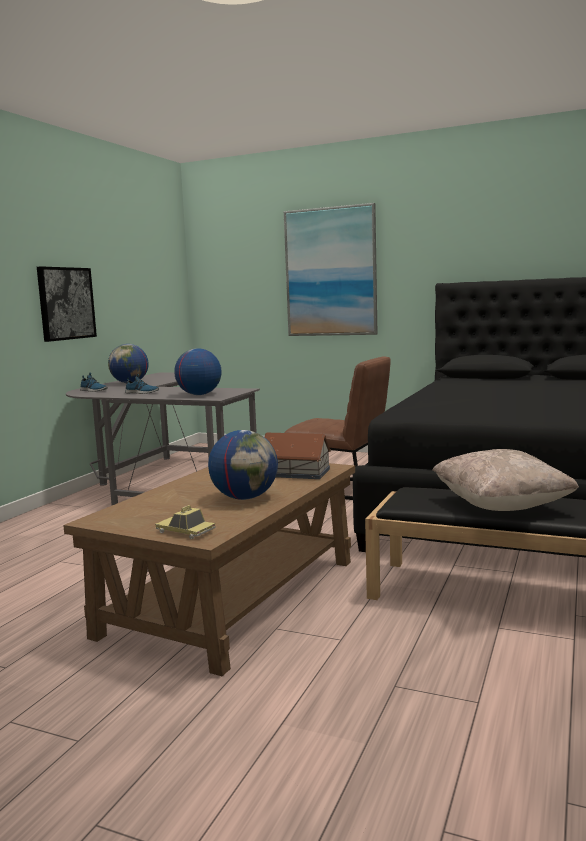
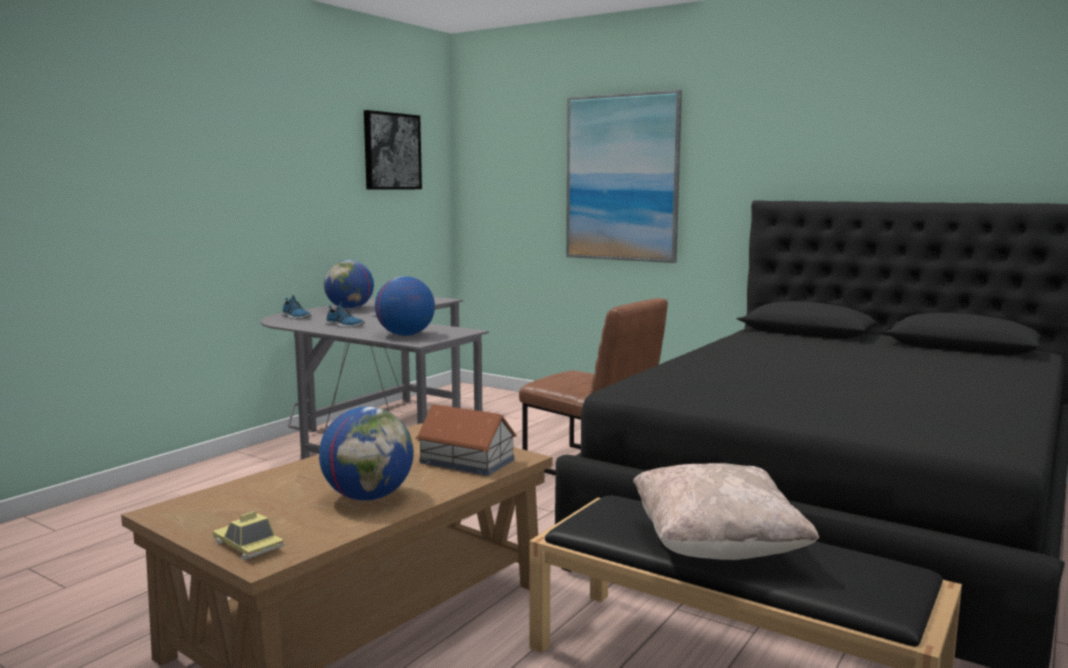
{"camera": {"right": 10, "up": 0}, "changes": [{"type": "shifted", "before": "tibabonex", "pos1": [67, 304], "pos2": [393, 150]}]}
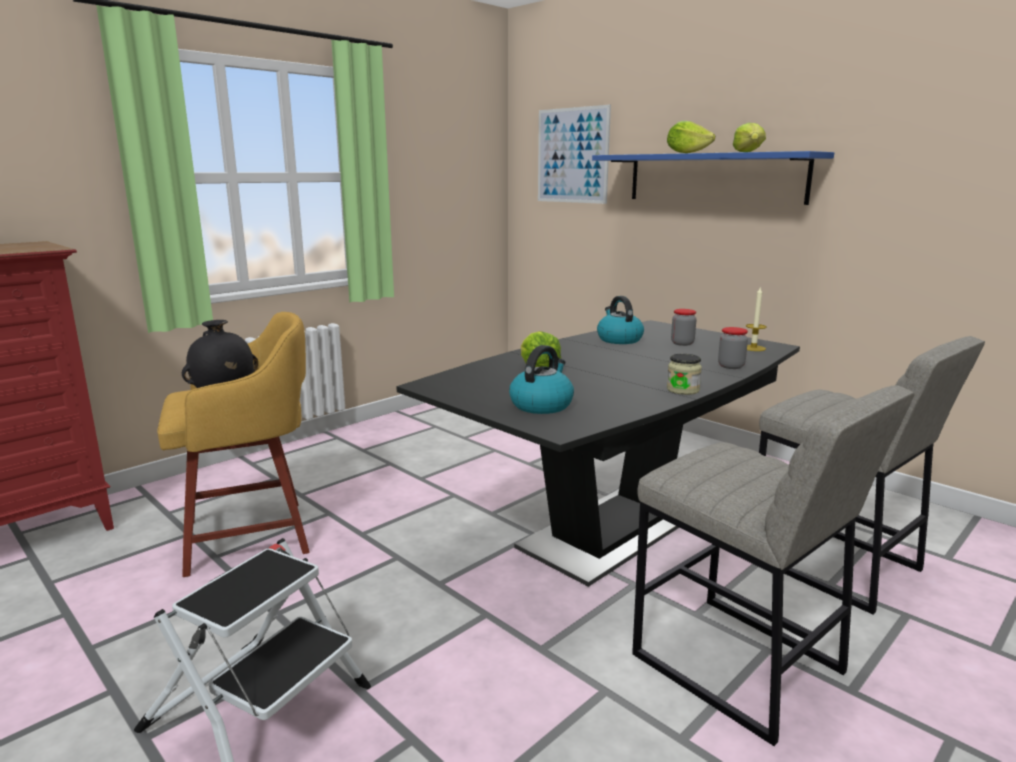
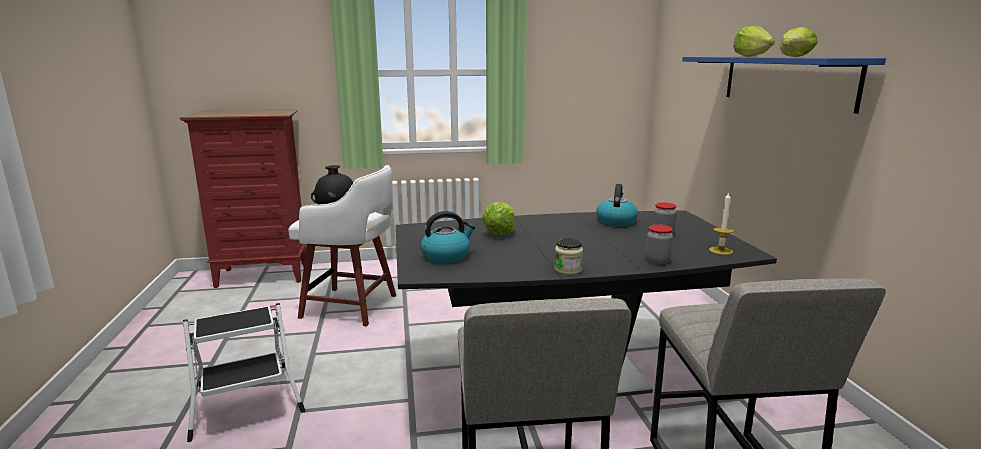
{"camera": {"right": 35, "up": 0}, "changes": [{"type": "gone", "before": "tibabonex", "pos1": [574, 154]}, {"type": "repainted", "before": "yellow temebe", "after": "white temebe", "pos1": [233, 444], "pos2": [342, 245]}]}
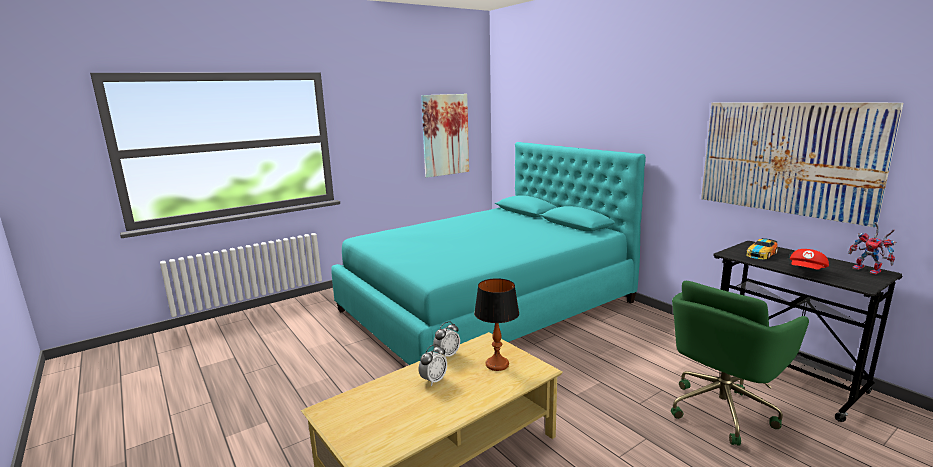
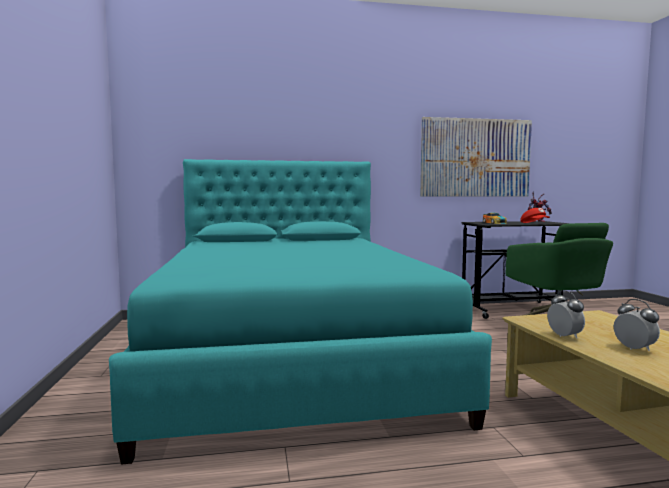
{"camera": {"right": -65, "up": -10}, "changes": [{"type": "gone", "before": "tibabonex", "pos1": [445, 136]}, {"type": "gone", "before": "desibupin", "pos1": [496, 324]}]}
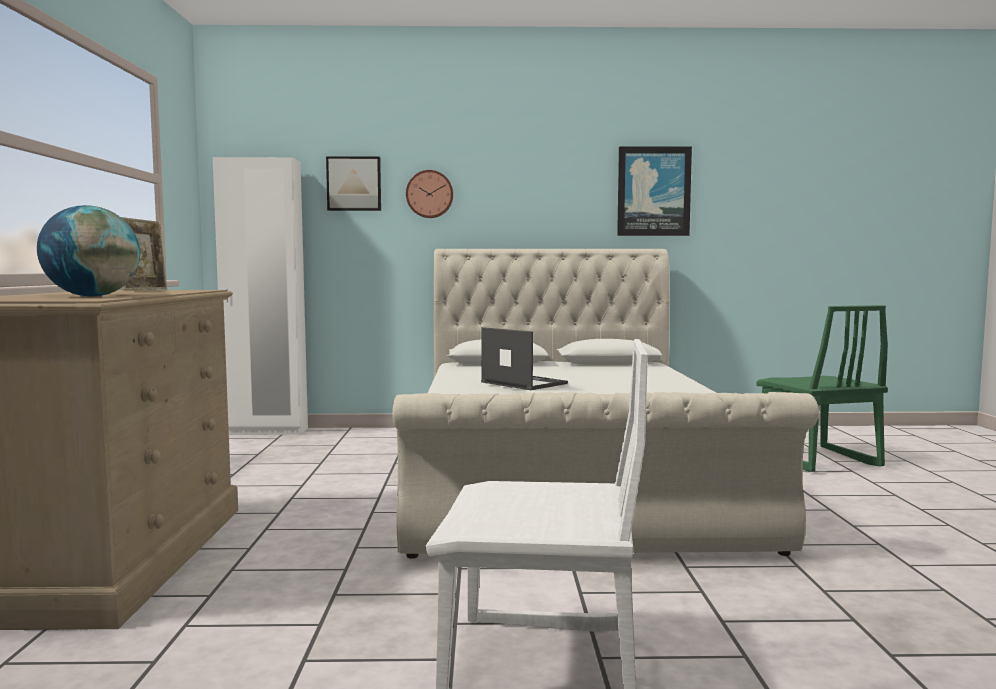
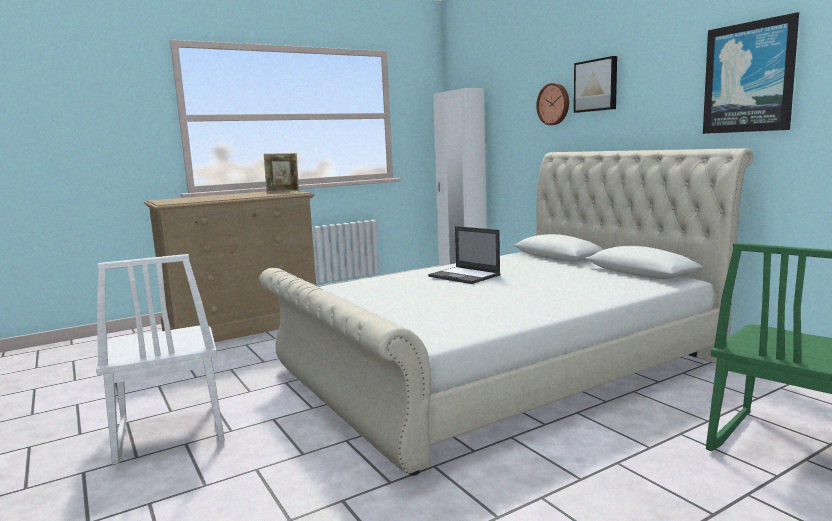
{"camera": {"right": 60, "up": 5}, "changes": [{"type": "gone", "before": "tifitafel", "pos1": [88, 250]}, {"type": "shifted", "before": "tibabonex", "pos1": [353, 183], "pos2": [595, 84]}, {"type": "rotated", "before": "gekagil", "pos1": [524, 358], "pos2": [464, 255], "turn": 120}]}
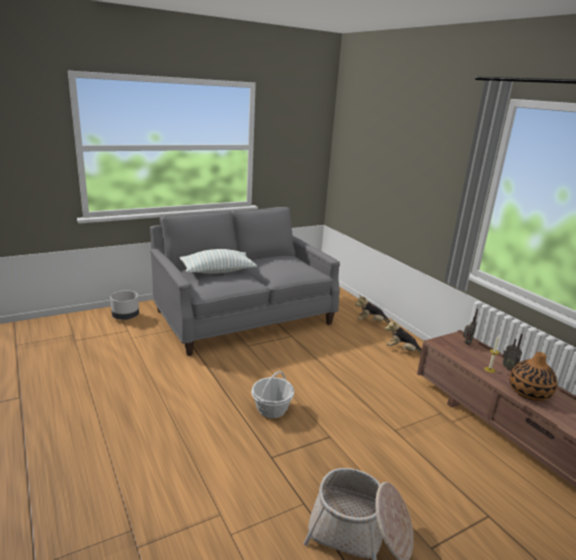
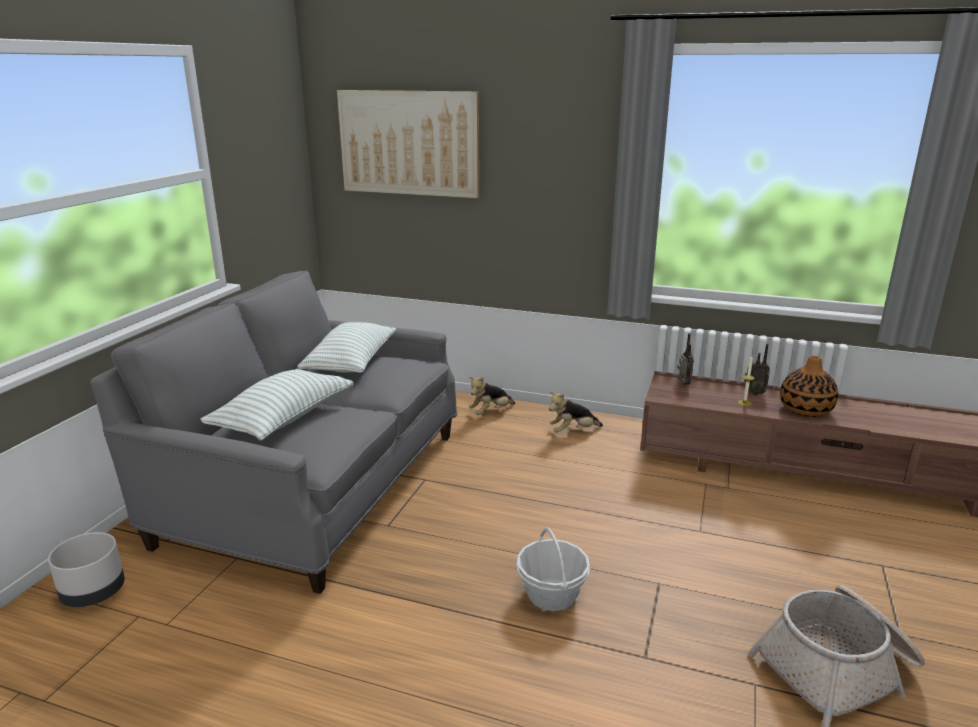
{"camera": {"right": -40, "up": 0}, "changes": [{"type": "new", "after": "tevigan", "pos2": [347, 347]}, {"type": "new", "after": "tibabonex", "pos2": [408, 144]}]}
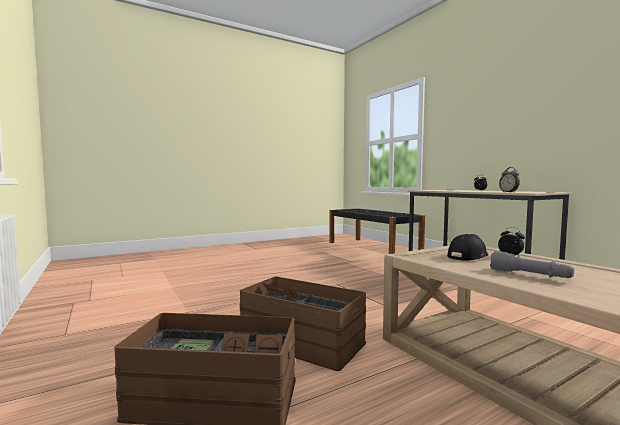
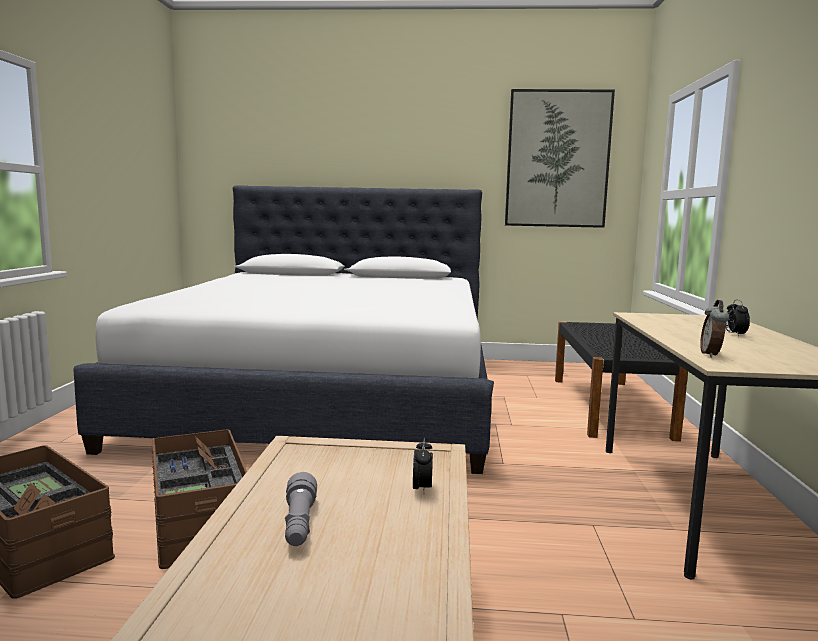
{"camera": {"right": 35, "up": 5}, "changes": [{"type": "gone", "before": "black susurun", "pos1": [467, 247]}, {"type": "new", "after": "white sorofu", "pos2": [283, 329]}, {"type": "new", "after": "tibabonex", "pos2": [560, 158]}]}
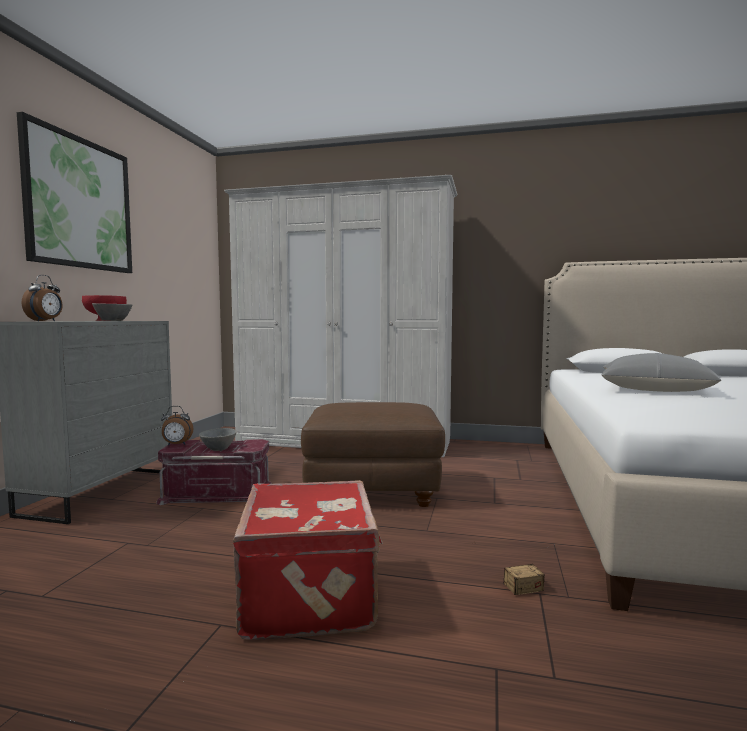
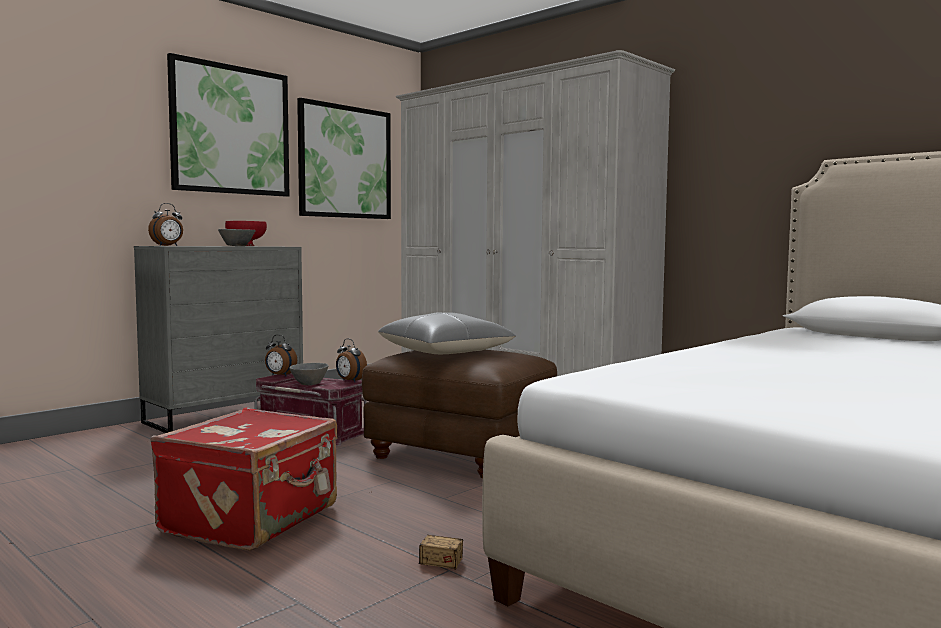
{"camera": {"right": 30, "up": 0}, "changes": [{"type": "new", "after": "tibabonex", "pos2": [344, 158]}, {"type": "new", "after": "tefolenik", "pos2": [351, 360]}, {"type": "shifted", "before": "grey tevigan", "pos1": [661, 372], "pos2": [447, 333]}]}
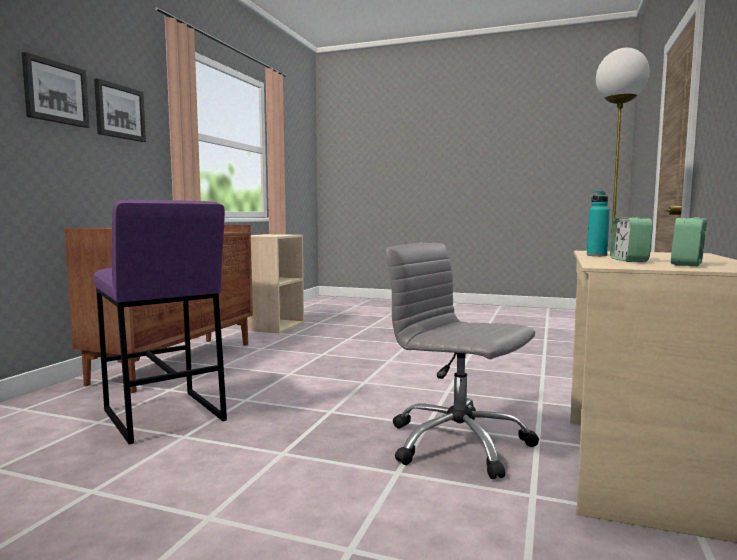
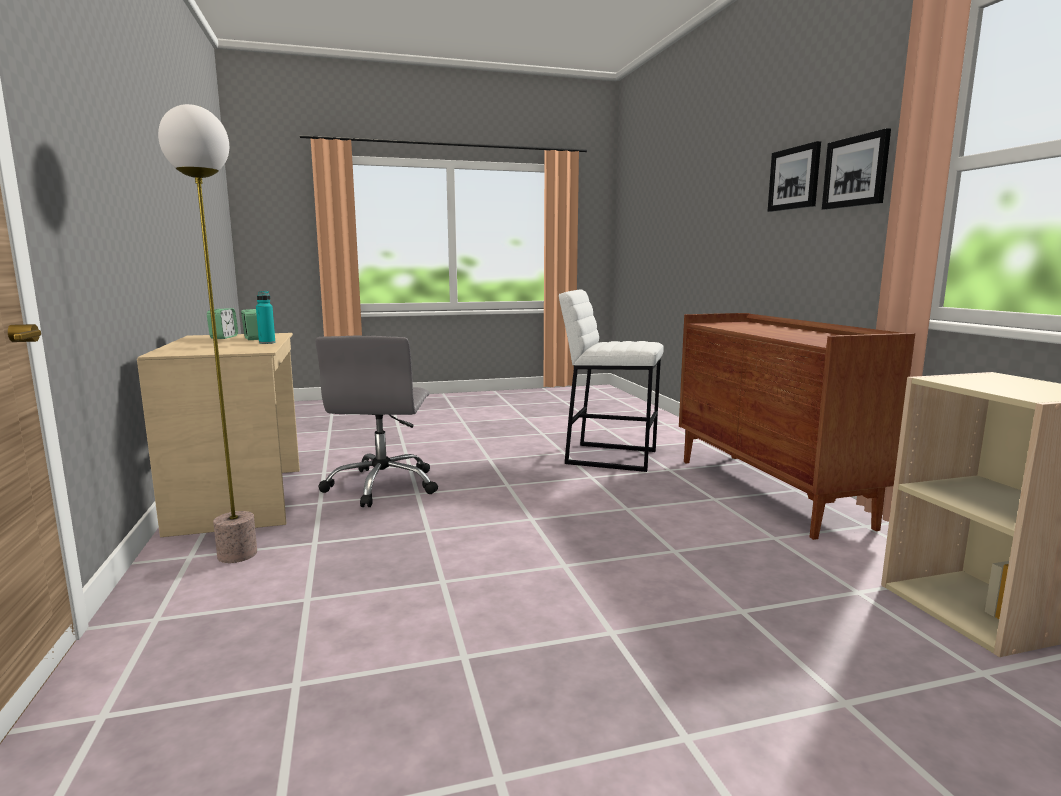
{"camera": {"right": 145, "up": 5}, "changes": [{"type": "repainted", "before": "purple temebe", "after": "white temebe", "pos1": [160, 322], "pos2": [611, 380]}, {"type": "rotated", "before": "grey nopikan", "pos1": [462, 361], "pos2": [376, 421], "turn": 90}]}
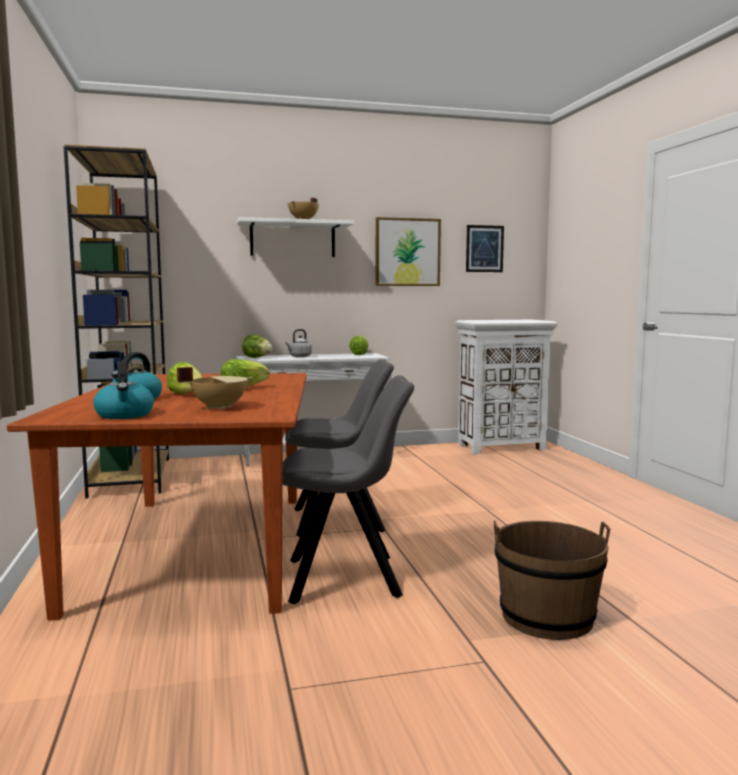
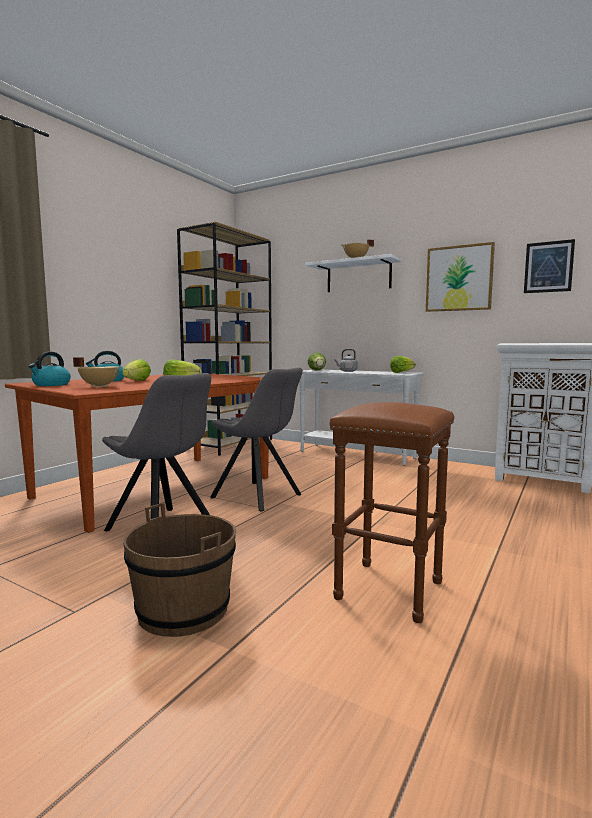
{"camera": {"right": 45, "up": 0}, "changes": [{"type": "new", "after": "brown temebe", "pos2": [392, 512]}]}
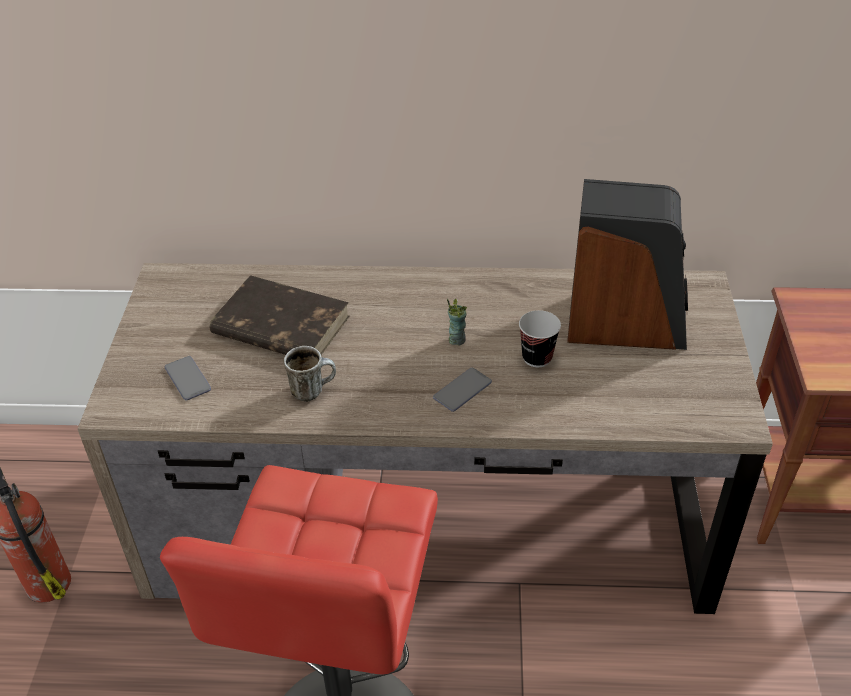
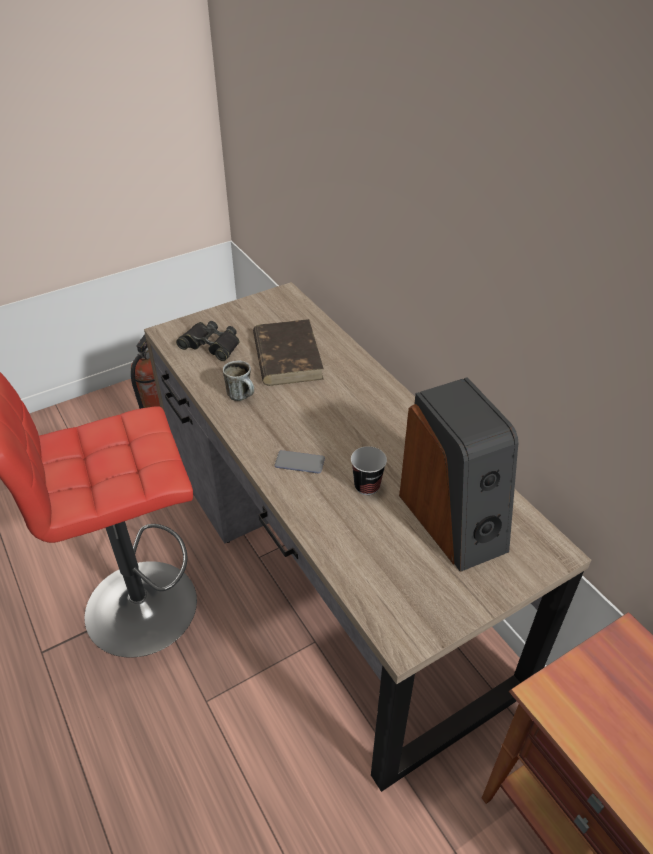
{"camera": {"right": 55, "up": 0}, "changes": [{"type": "gone", "before": "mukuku", "pos1": [457, 322]}, {"type": "swapped", "before": "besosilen", "after": "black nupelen", "pos1": [188, 378], "pos2": [208, 341]}]}
